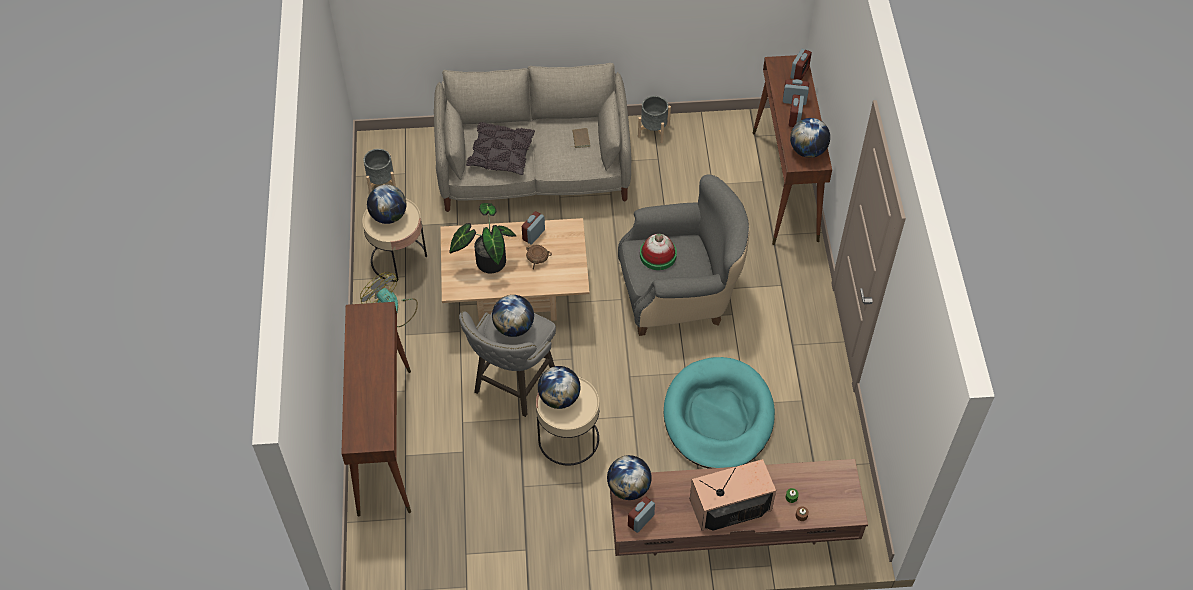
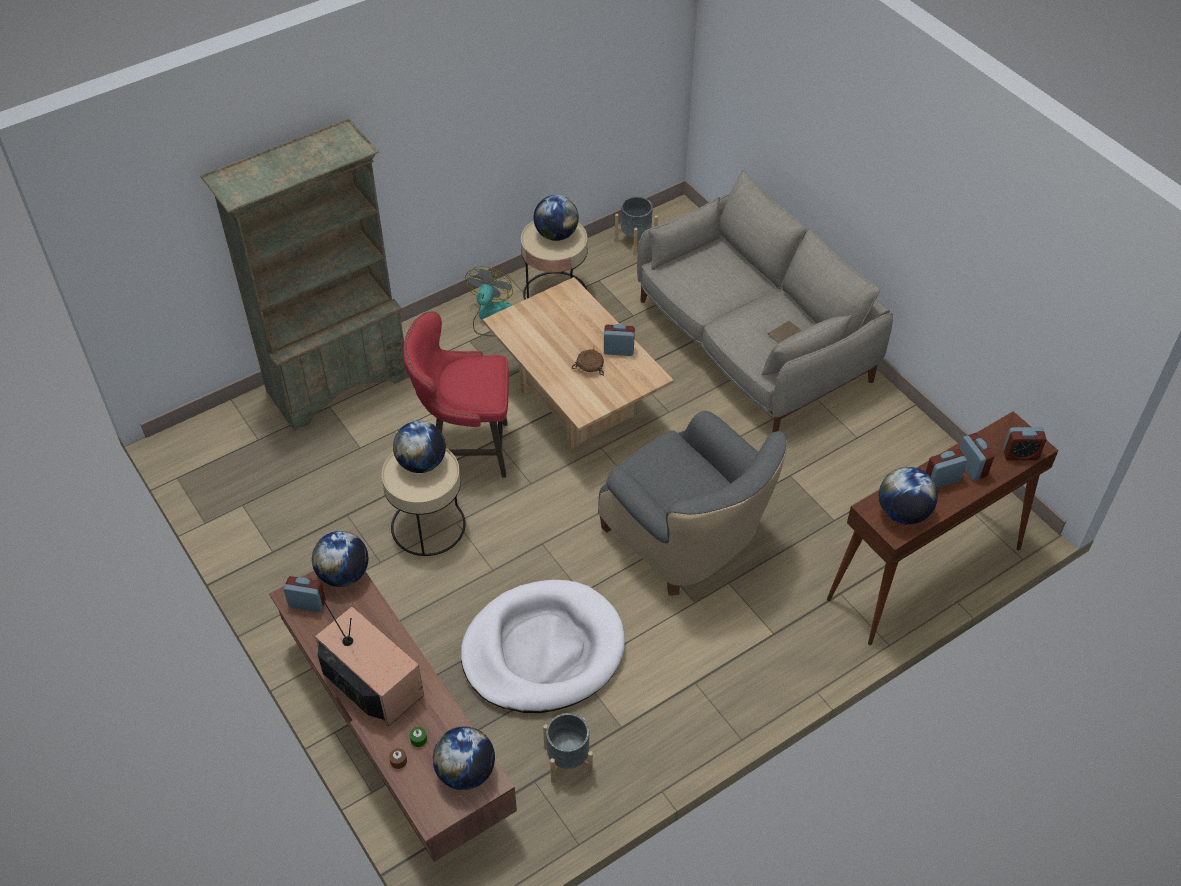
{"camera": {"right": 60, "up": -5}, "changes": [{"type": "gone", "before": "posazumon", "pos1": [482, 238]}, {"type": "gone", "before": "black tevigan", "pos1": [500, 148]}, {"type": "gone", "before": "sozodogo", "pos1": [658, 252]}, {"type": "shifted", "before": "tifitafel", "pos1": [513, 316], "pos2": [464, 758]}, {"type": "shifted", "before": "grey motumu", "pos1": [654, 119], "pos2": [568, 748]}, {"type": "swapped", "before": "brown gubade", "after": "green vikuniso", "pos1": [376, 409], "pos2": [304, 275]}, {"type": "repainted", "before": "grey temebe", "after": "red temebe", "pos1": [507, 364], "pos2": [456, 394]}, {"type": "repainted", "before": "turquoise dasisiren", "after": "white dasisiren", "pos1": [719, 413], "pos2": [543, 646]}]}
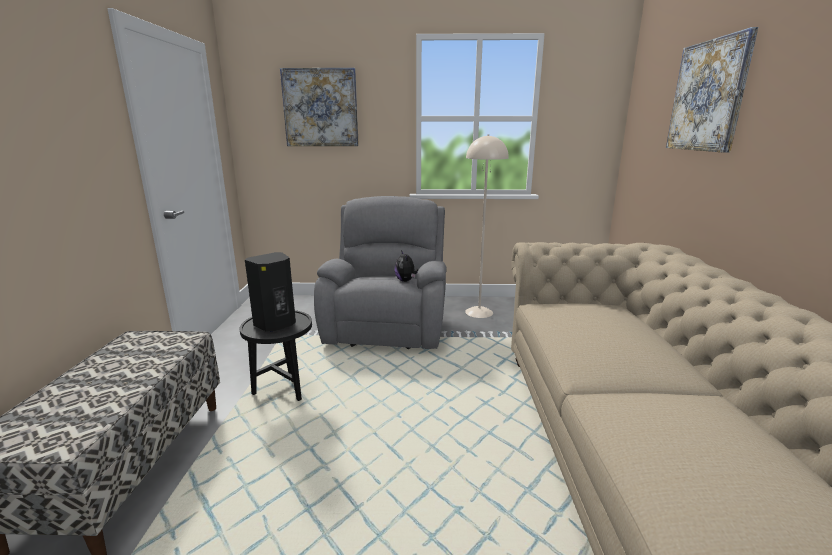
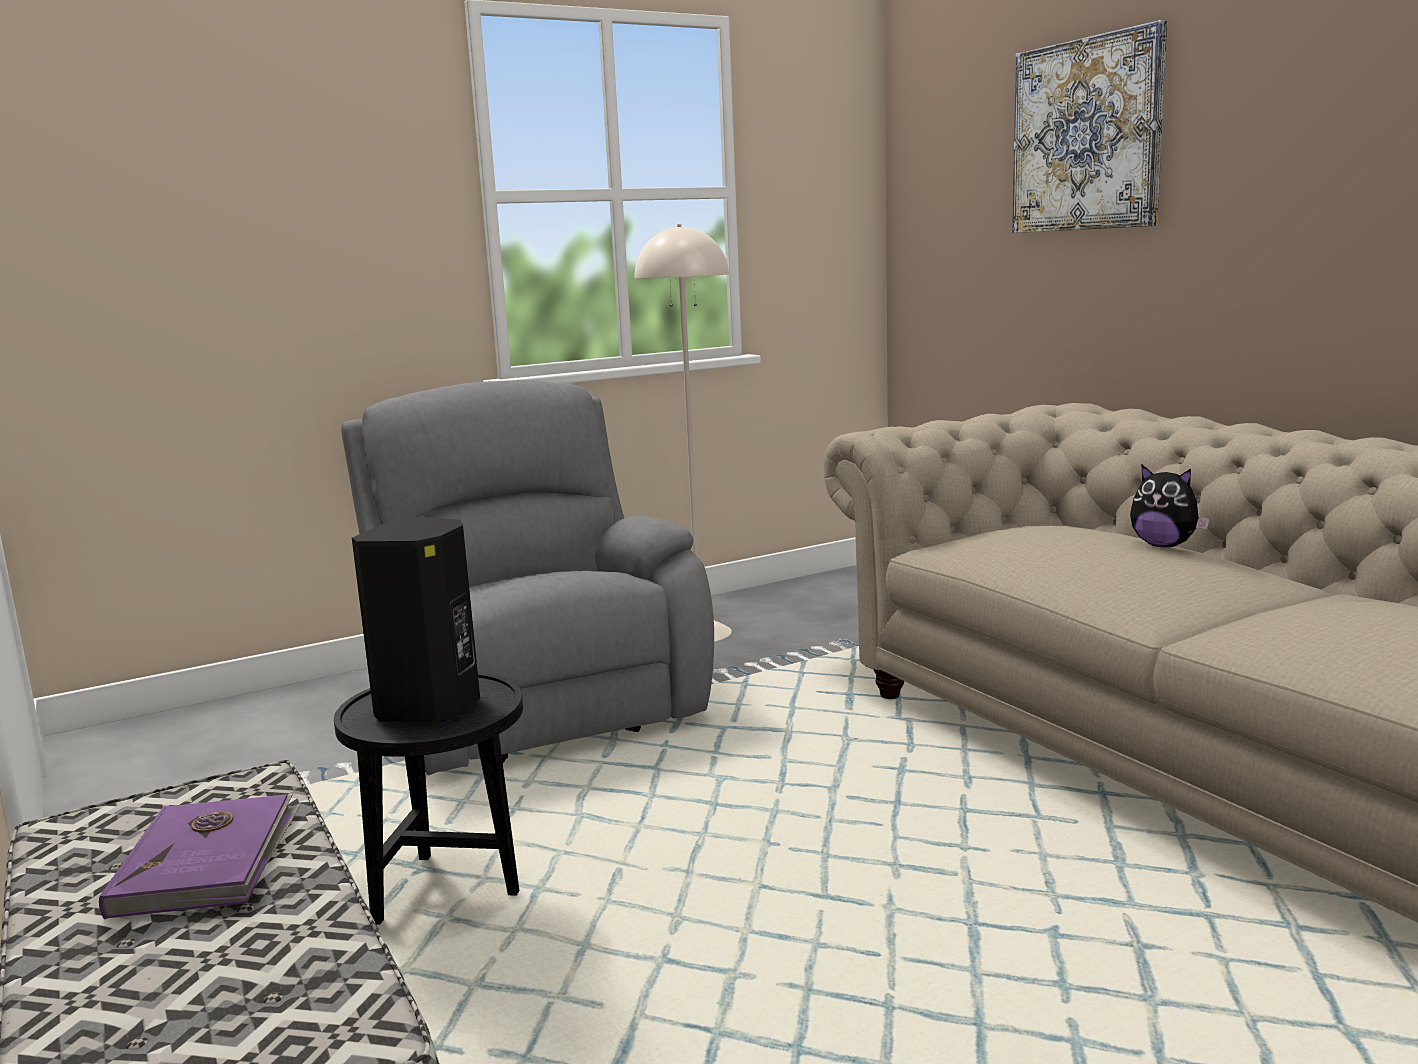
{"camera": {"right": -30, "up": -5}, "changes": [{"type": "gone", "before": "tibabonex", "pos1": [319, 107]}, {"type": "new", "after": "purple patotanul", "pos2": [199, 856]}, {"type": "shifted", "before": "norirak", "pos1": [406, 266], "pos2": [1170, 506]}]}
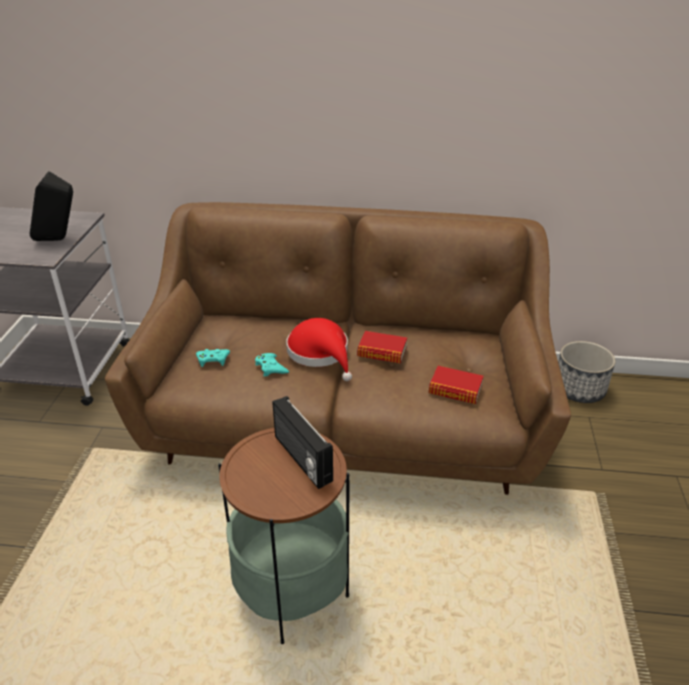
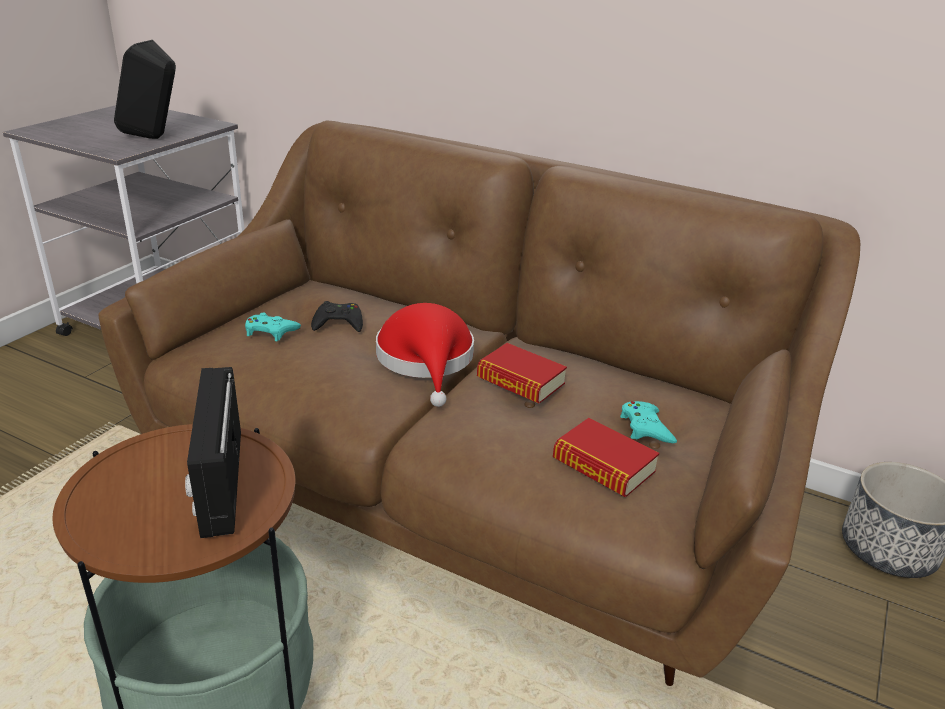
{"camera": {"right": 20, "up": -5}, "changes": [{"type": "new", "after": "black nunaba", "pos2": [337, 316]}, {"type": "shifted", "before": "turquoise nunaba", "pos1": [272, 365], "pos2": [648, 422]}]}
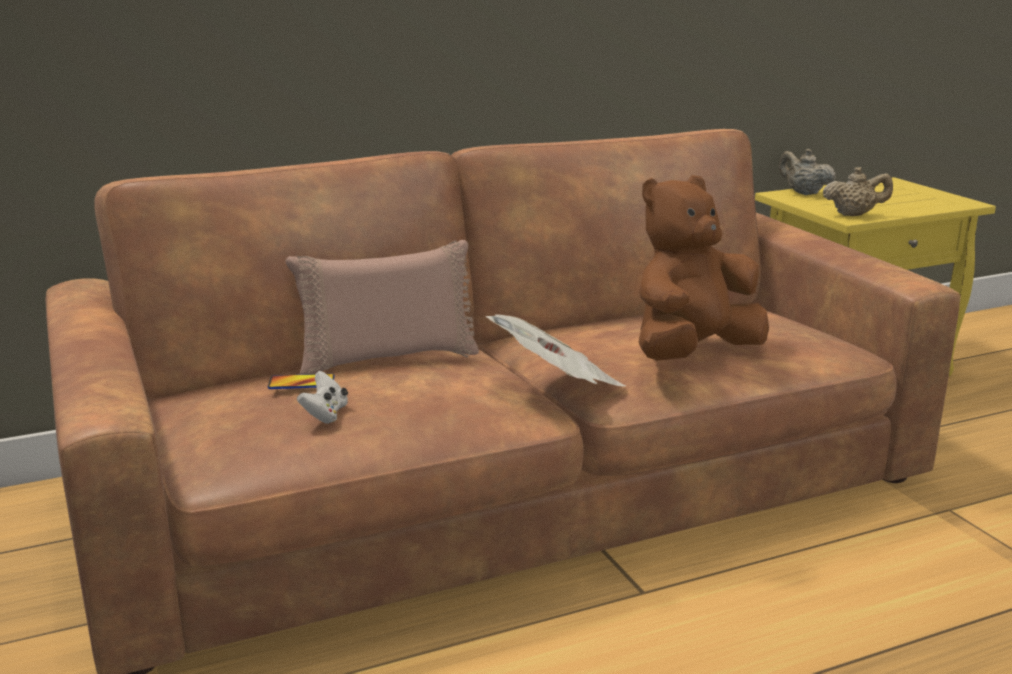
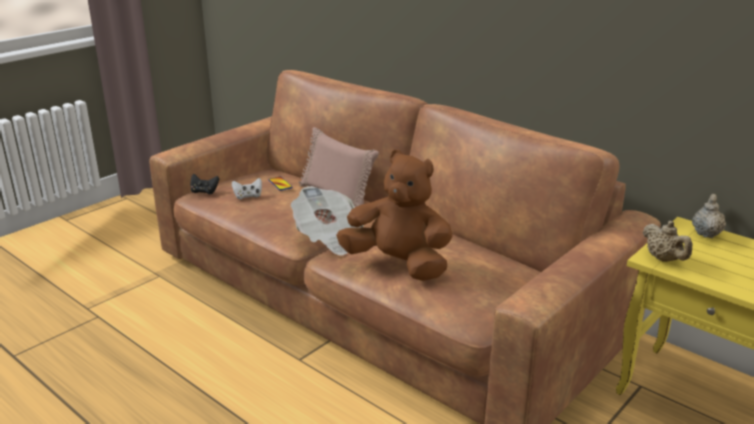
{"camera": {"right": 65, "up": 5}, "changes": [{"type": "new", "after": "black nunaba", "pos2": [204, 184]}]}
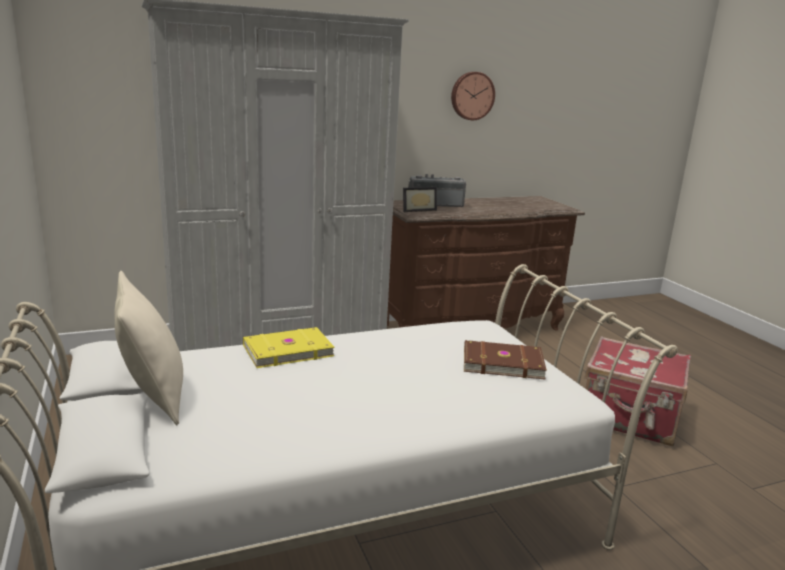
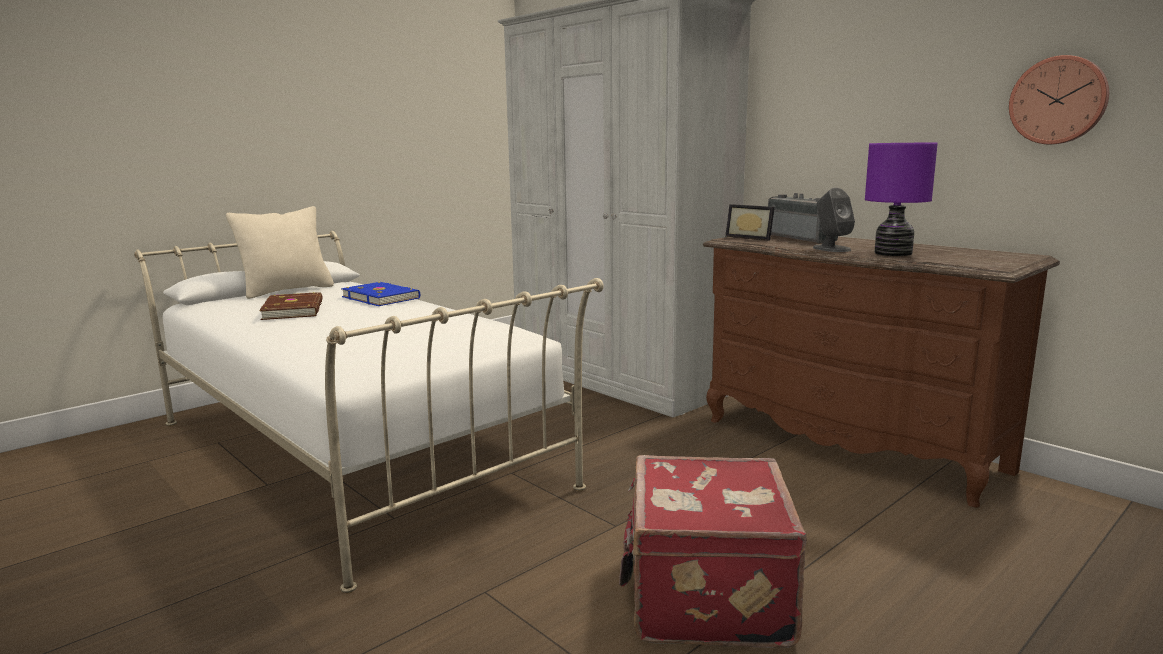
{"camera": {"right": 70, "up": -5}, "changes": [{"type": "new", "after": "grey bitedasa", "pos2": [834, 220]}, {"type": "new", "after": "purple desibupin", "pos2": [901, 199]}, {"type": "shifted", "before": "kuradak", "pos1": [473, 96], "pos2": [1059, 99]}, {"type": "shifted", "before": "brown patotanul", "pos1": [505, 359], "pos2": [290, 306]}, {"type": "repainted", "before": "yellow patotanul", "after": "blue patotanul", "pos1": [288, 347], "pos2": [380, 294]}]}
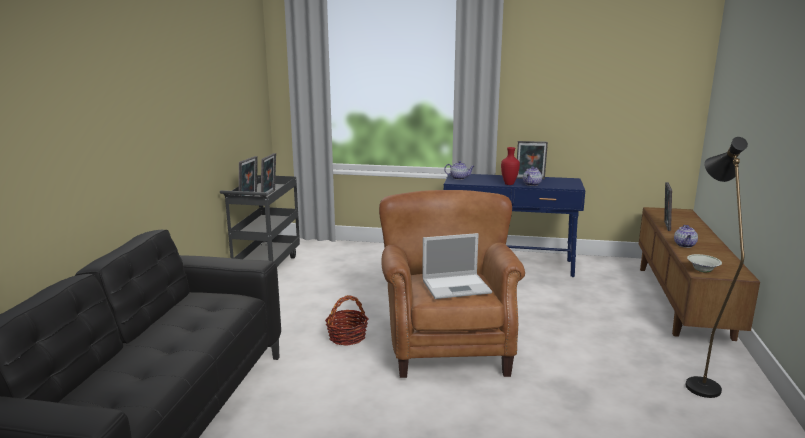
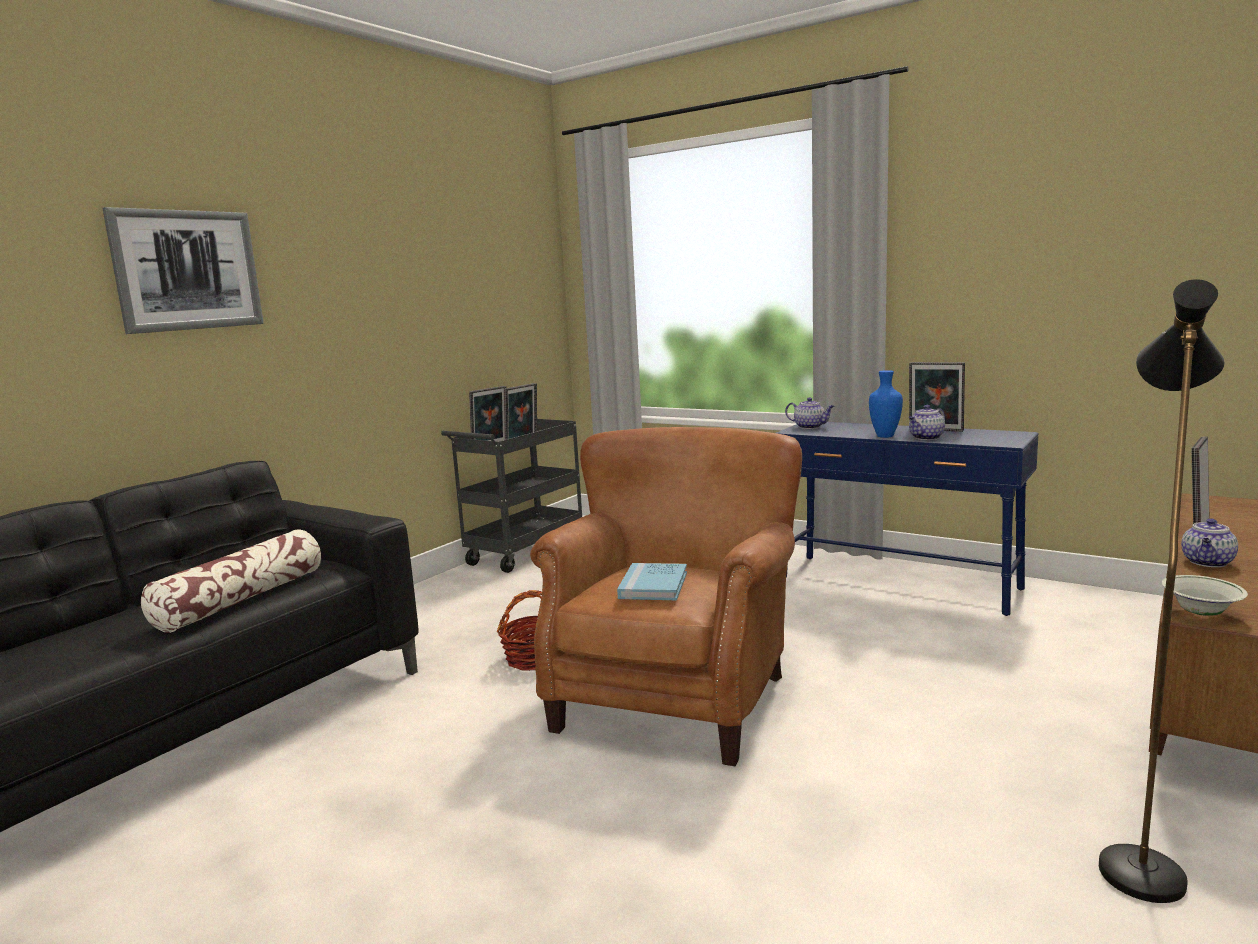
{"camera": {"right": 25, "up": -5}, "changes": [{"type": "new", "after": "tibabonex", "pos2": [183, 270]}, {"type": "new", "after": "tevigan", "pos2": [231, 581]}, {"type": "swapped", "before": "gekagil", "after": "blue patotanul", "pos1": [457, 266], "pos2": [652, 581]}, {"type": "repainted", "before": "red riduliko", "after": "blue riduliko", "pos1": [510, 166], "pos2": [886, 404]}]}
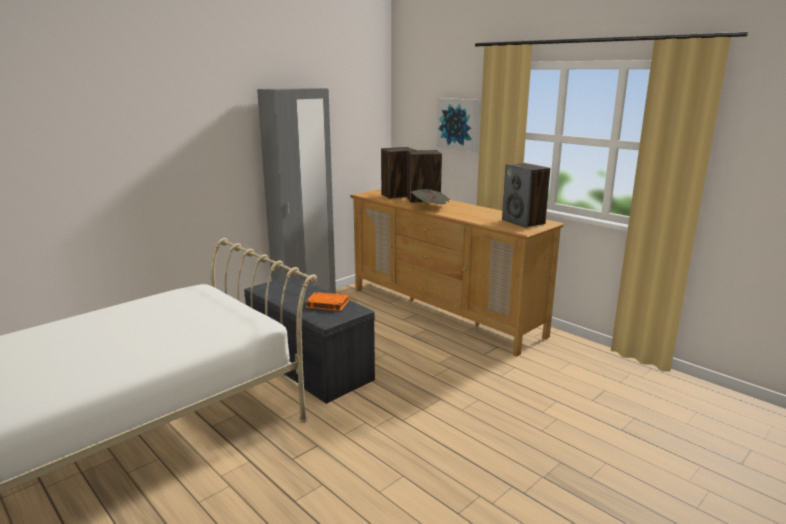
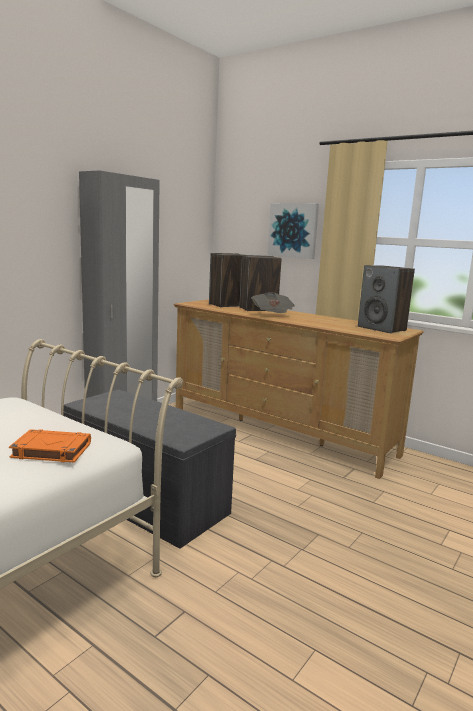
{"camera": {"right": -10, "up": -5}, "changes": [{"type": "shifted", "before": "orange patotanul", "pos1": [327, 301], "pos2": [50, 446]}]}
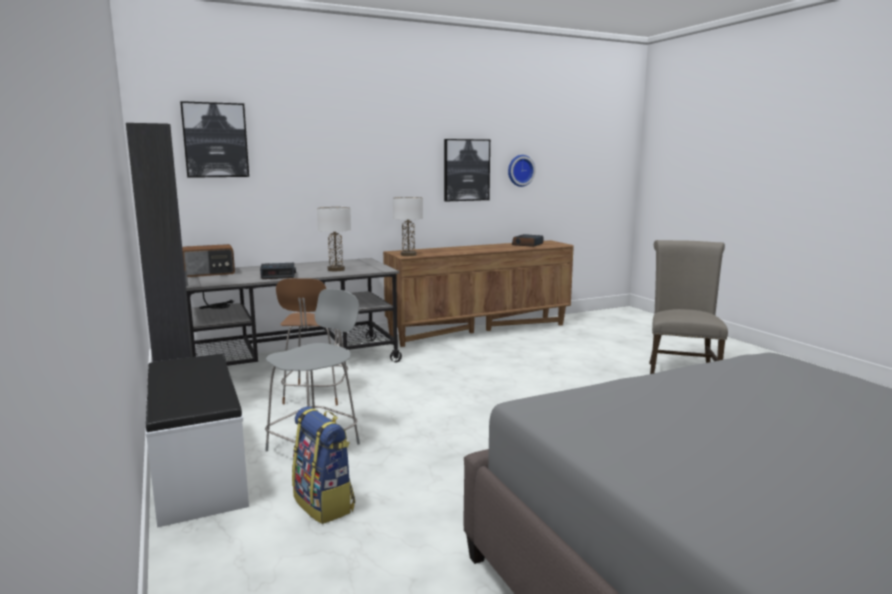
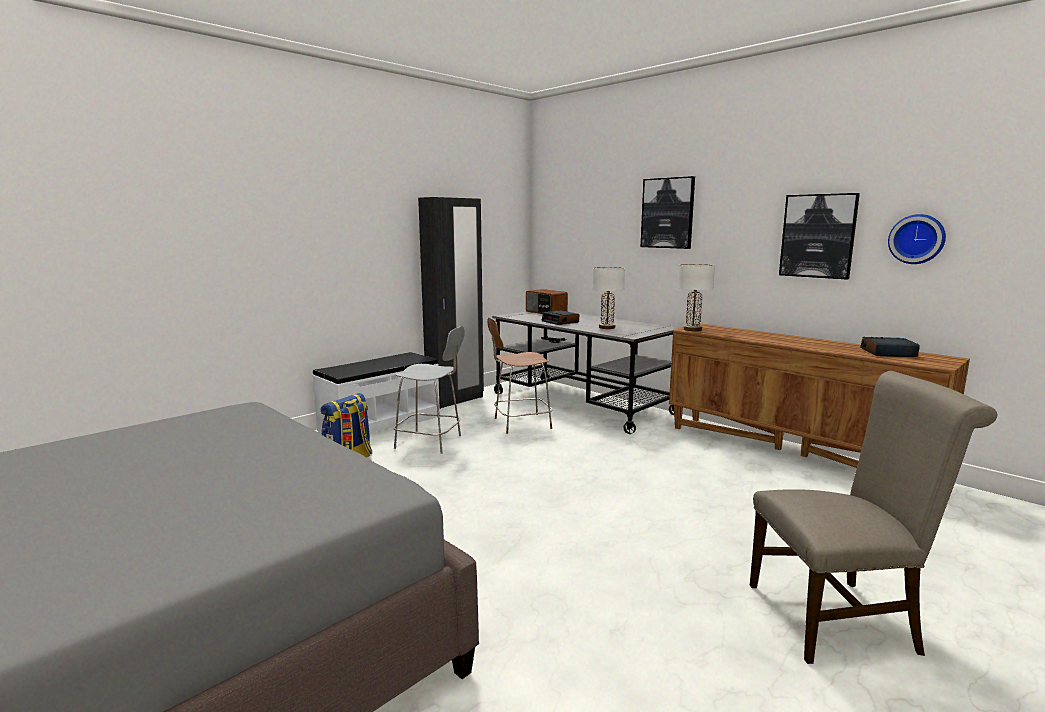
{"camera": {"right": 70, "up": 0}, "changes": [{"type": "shifted", "before": "tibabonex", "pos1": [214, 139], "pos2": [668, 212]}]}
